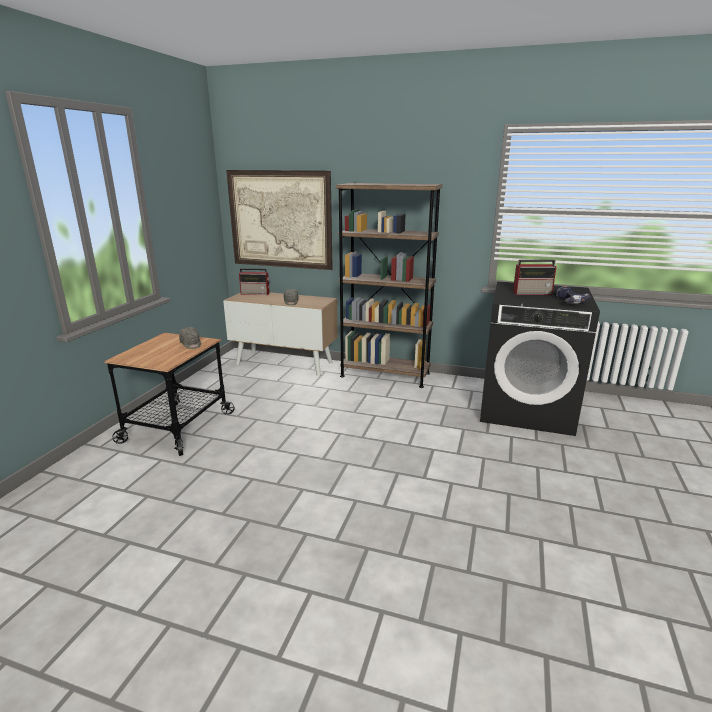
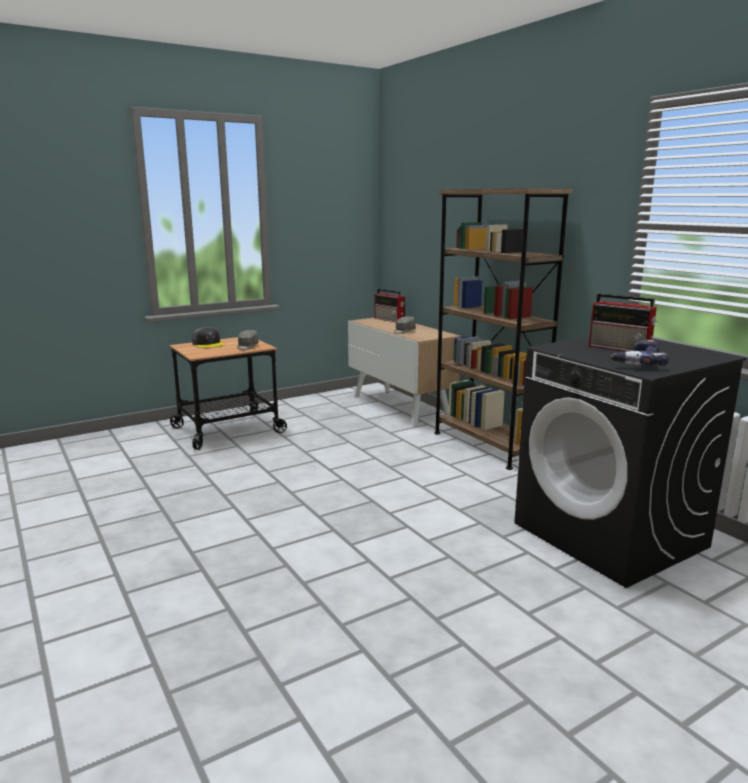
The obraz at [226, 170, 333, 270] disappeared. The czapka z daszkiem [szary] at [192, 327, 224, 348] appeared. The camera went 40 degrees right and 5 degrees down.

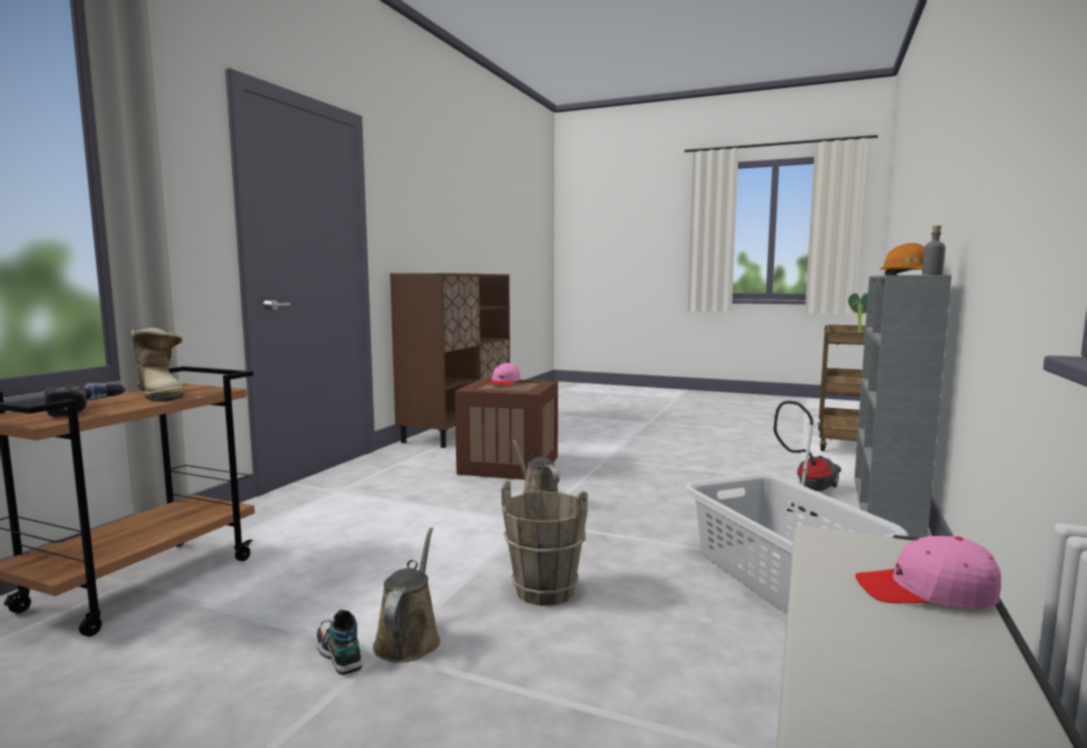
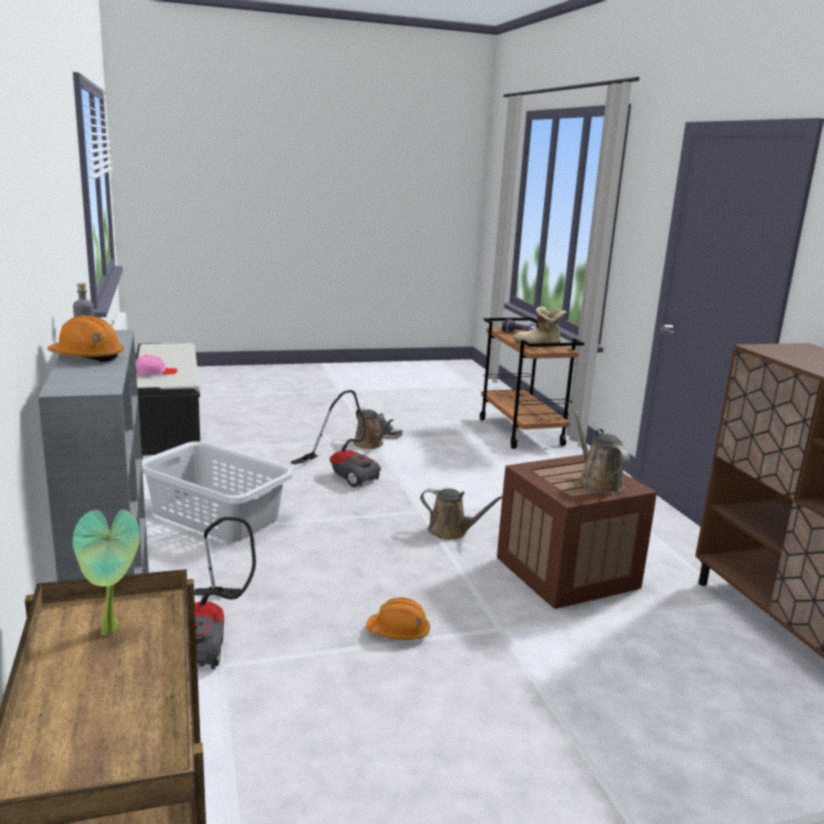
The kask [pomarańczowy] at [366, 597, 430, 640] appeared. The czapka z daszkiem [różowy] at [489, 362, 520, 386] was replaced by the konewka [brązowy] at [573, 410, 630, 494]. The wiadro [brązowy] at [502, 481, 588, 606] was replaced by the odkurzacz at [290, 390, 381, 487]. The camera went 140 degrees right and 10 degrees up.

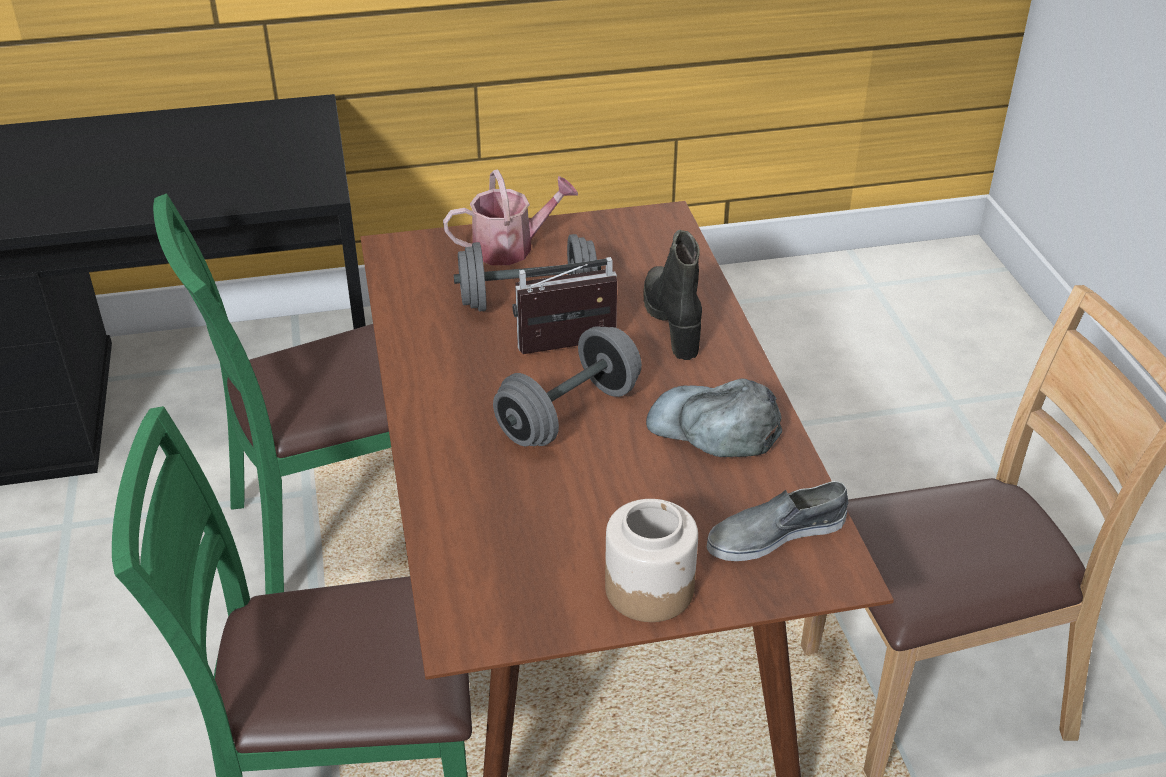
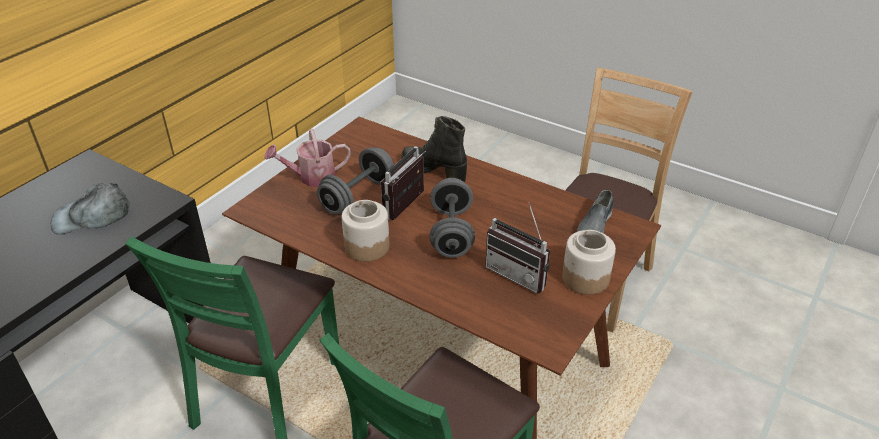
The słoik at [342, 200, 389, 262] appeared. The radio at [485, 202, 550, 293] appeared. The czapka z daszkiem [szary] moved from [646, 378, 782, 457] to [51, 183, 130, 235]. The konewka at [443, 170, 578, 265] turned 135 degrees counterclockwise. The camera went 45 degrees left and 0 degrees up.

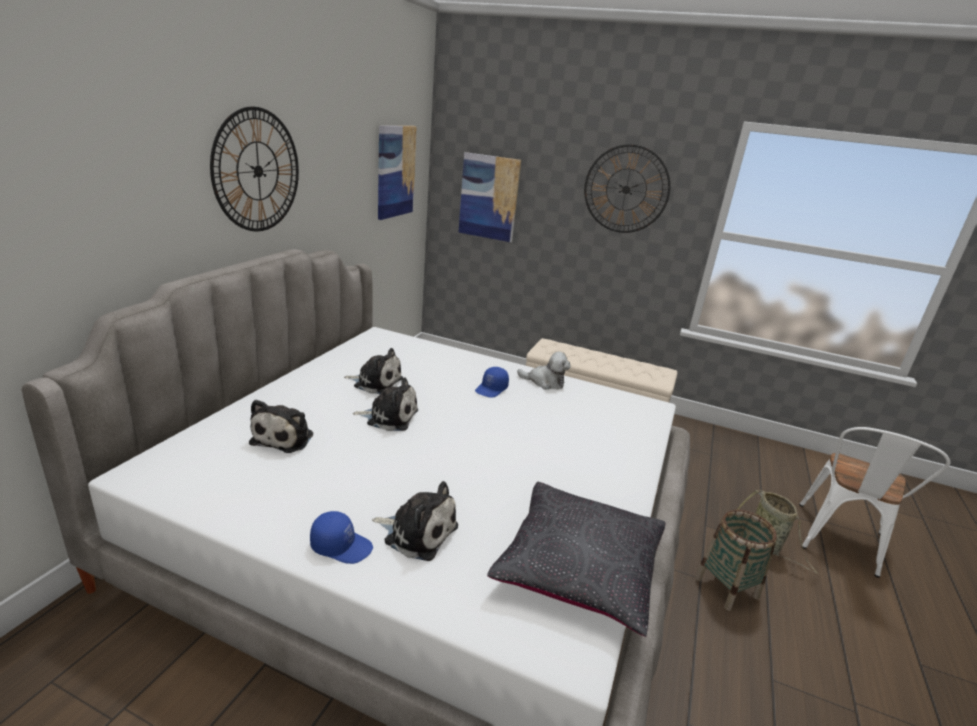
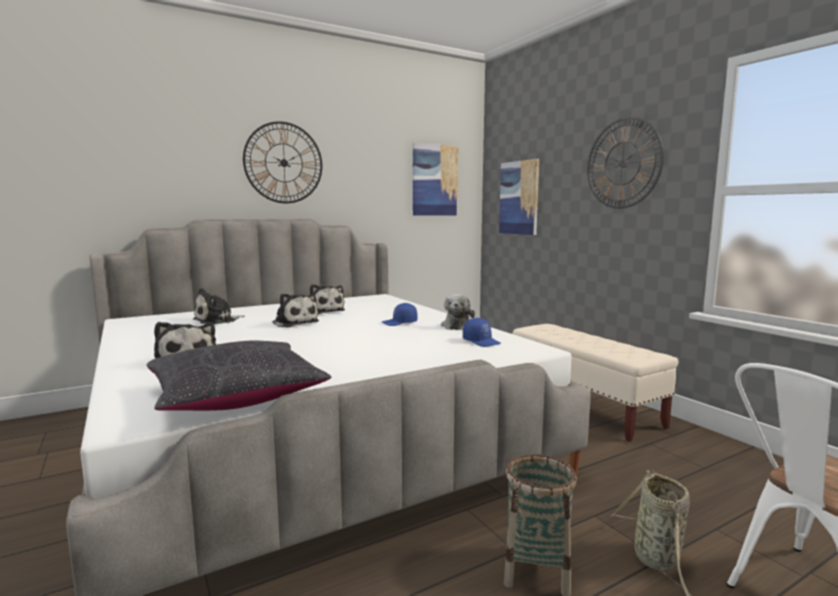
The czapka z daszkiem [niebieski] moved from [310, 511, 373, 564] to [463, 318, 501, 347]. The pluszak at [517, 352, 571, 390] turned 45 degrees clockwise. The camera went 40 degrees right and 15 degrees down.

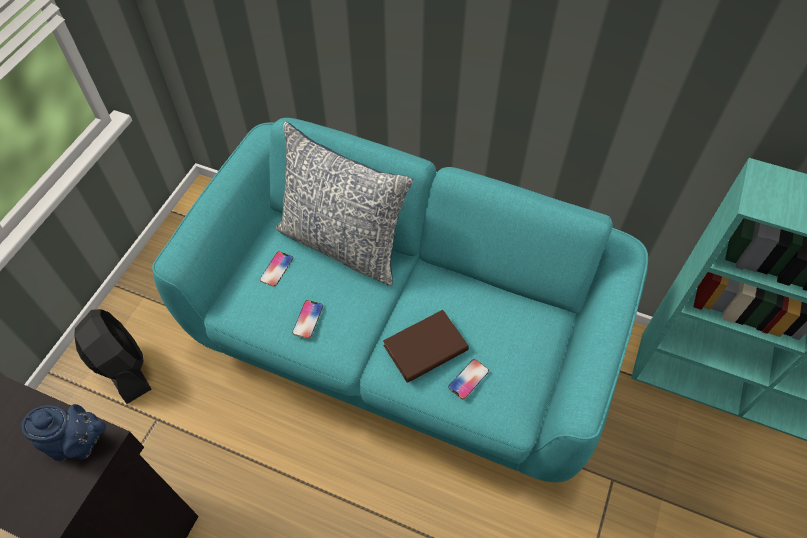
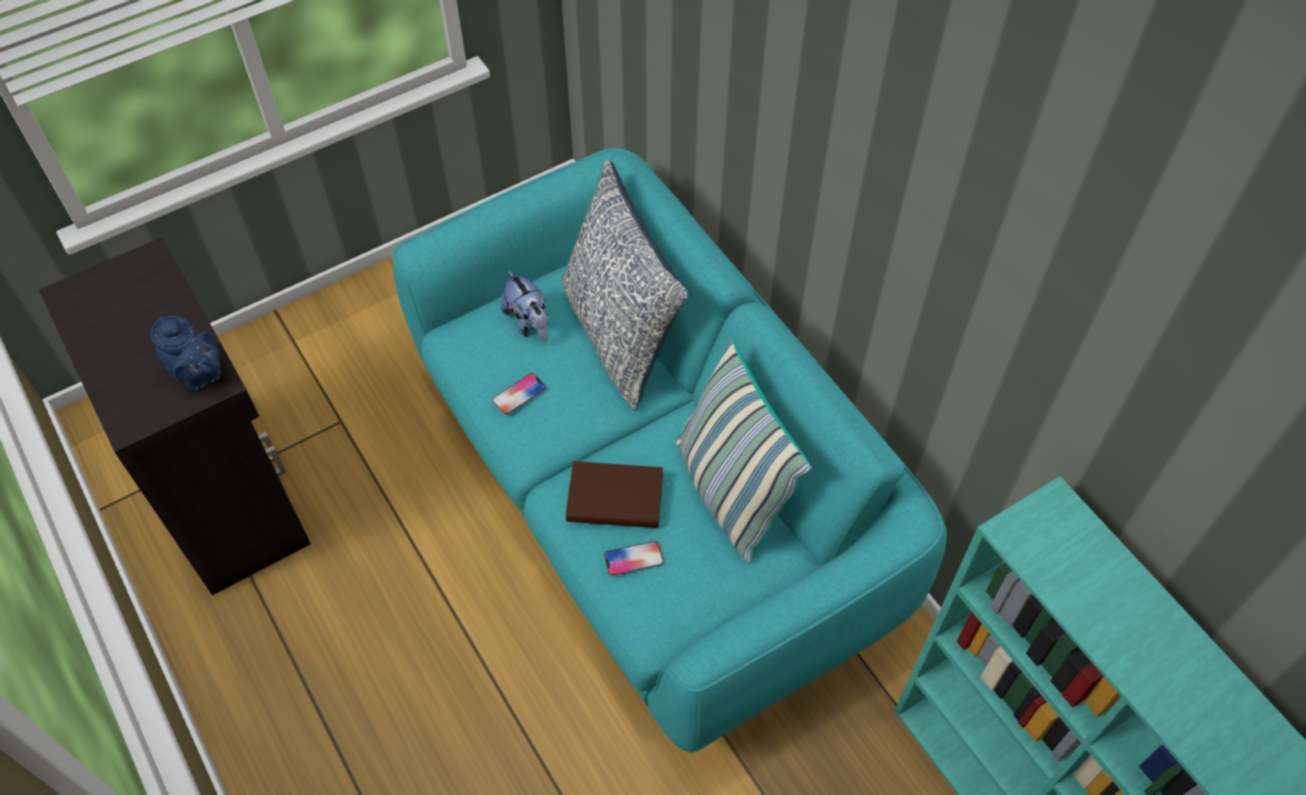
The wentylator [czarny] at [74, 309, 152, 404] disappeared. The poduszka at [676, 338, 812, 563] appeared. The telefon at [260, 252, 293, 287] was replaced by the pluszak at [501, 270, 548, 342]. The camera went 35 degrees right and 0 degrees up.

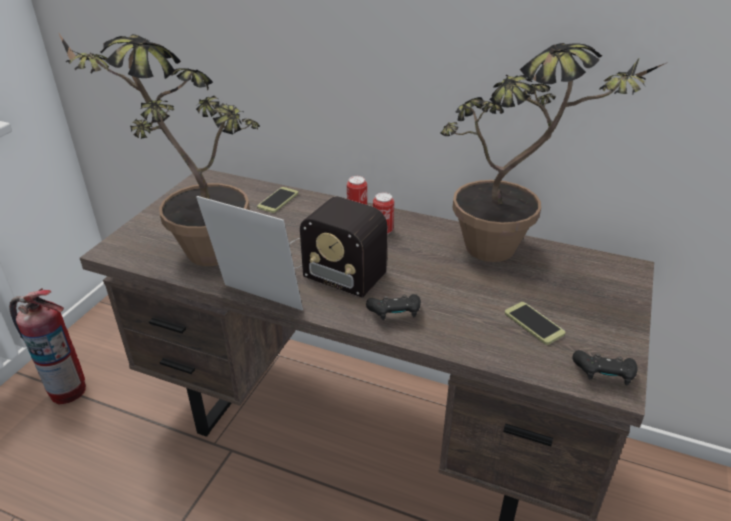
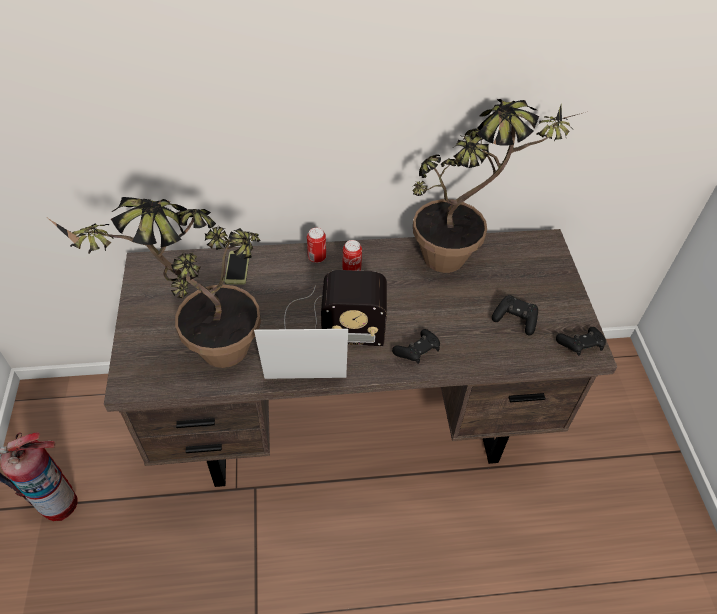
The telefon at [505, 302, 565, 345] was replaced by the pad do gier [czarny] at [492, 295, 538, 336]. The camera went 30 degrees left and 15 degrees up.

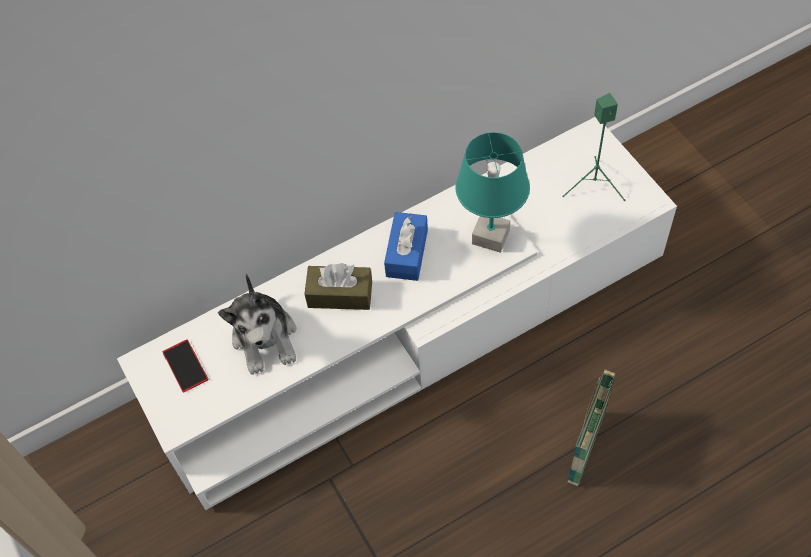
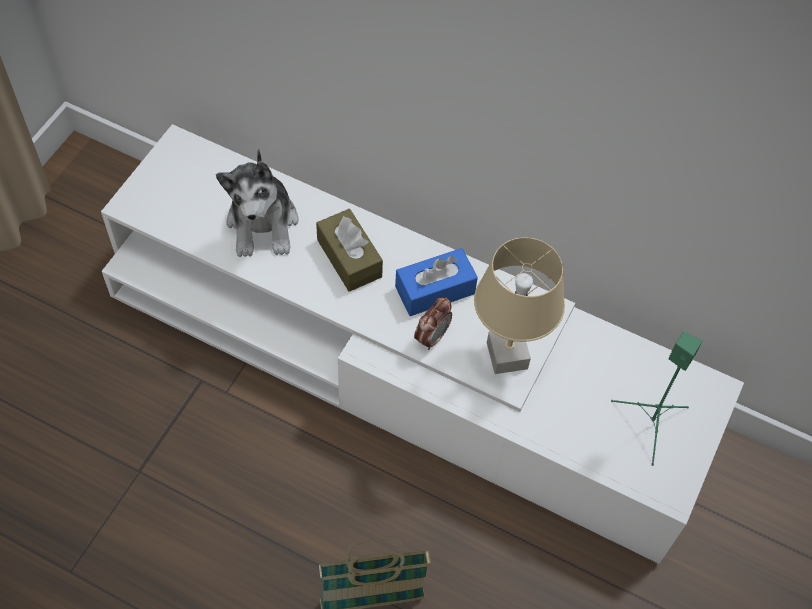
The telefon at [163, 339, 208, 393] disappeared. The budzik at [414, 297, 452, 350] appeared. The lampa stołowa [turkusowy] at [455, 132, 530, 253] became the lampa stołowa [beżowy] at [474, 237, 565, 374]. The pluszak at [218, 274, 296, 375] turned 45 degrees counterclockwise. The camera went 50 degrees right and 0 degrees up.

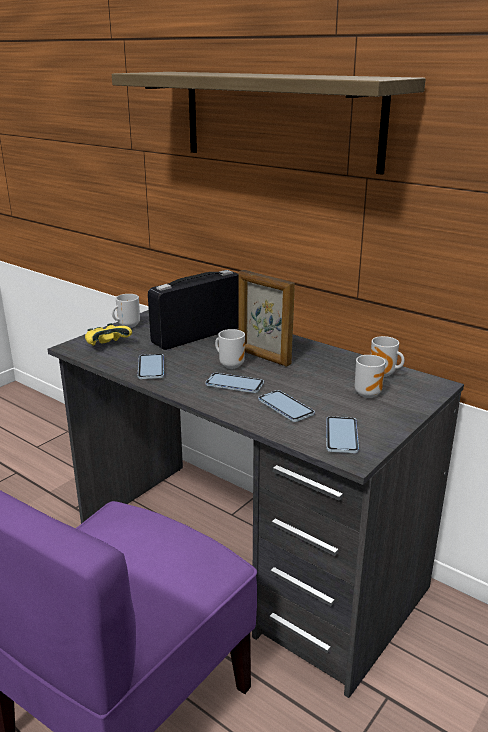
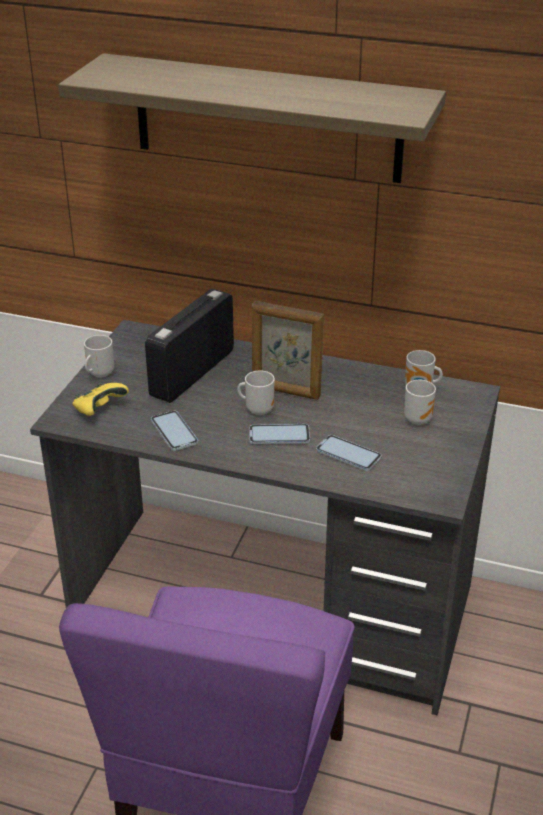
The telefon at [326, 416, 359, 453] disappeared. The camera went 20 degrees left and 10 degrees up.

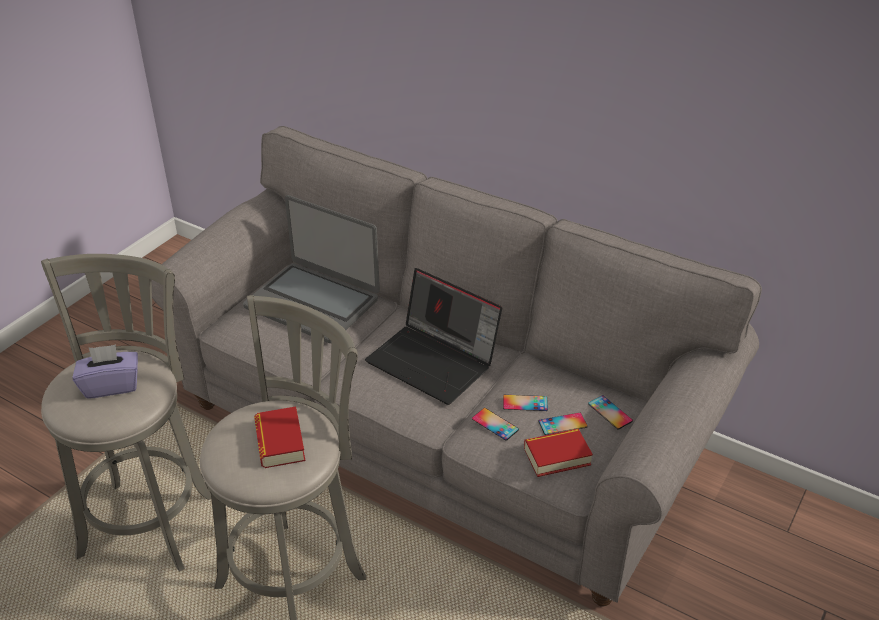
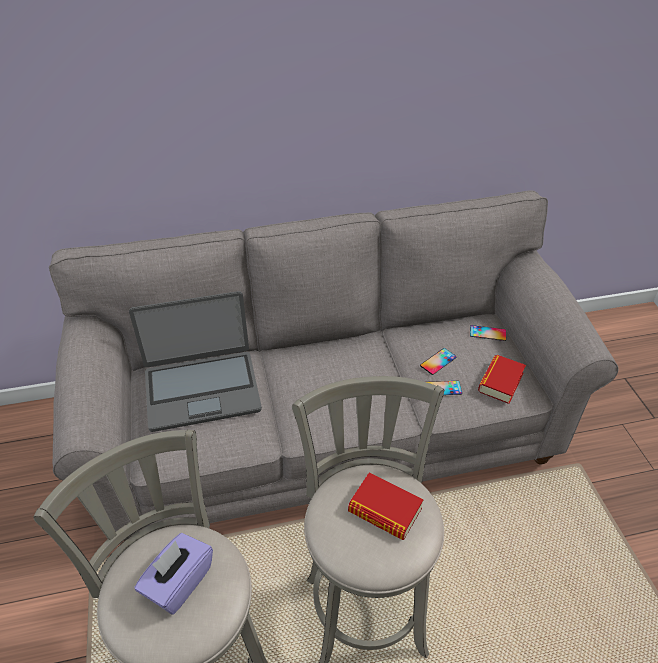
The laptop at [365, 268, 502, 405] disappeared. The telefon at [539, 413, 587, 435] disappeared. The camera went 45 degrees left and 5 degrees up.

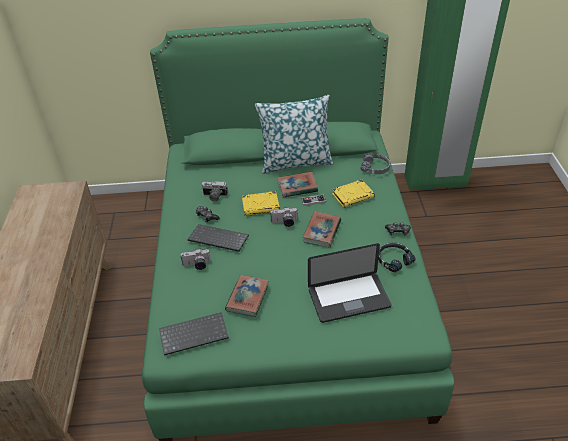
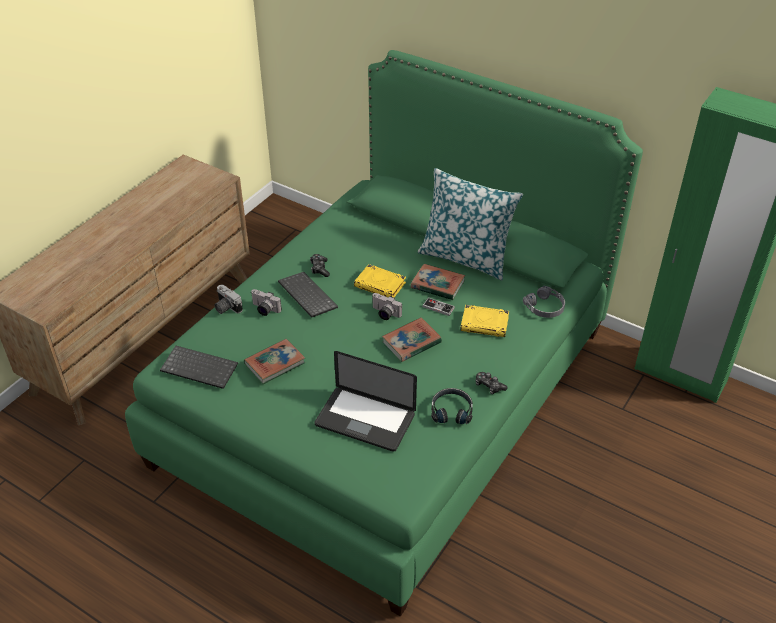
The aparat fotograficzny moved from [201, 181, 228, 202] to [214, 284, 243, 314]. The camera went 35 degrees right and 0 degrees up.

